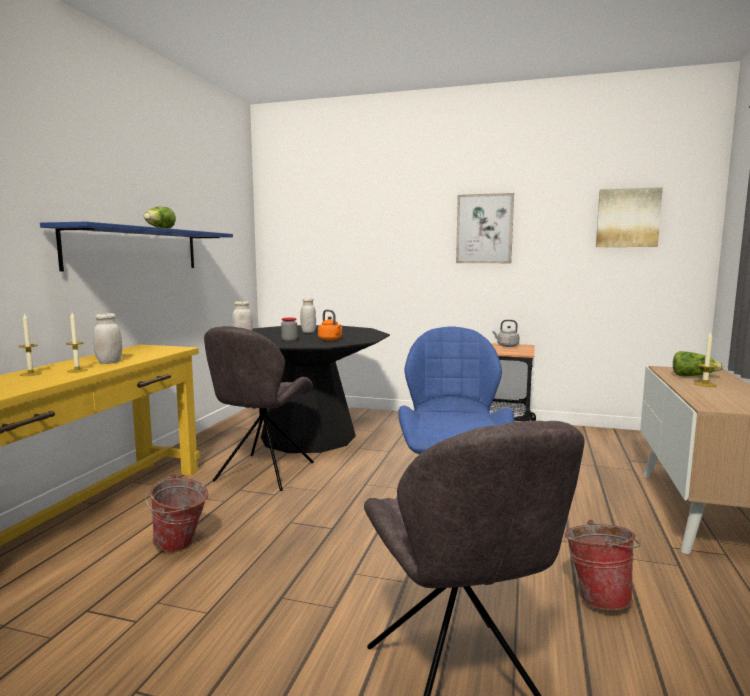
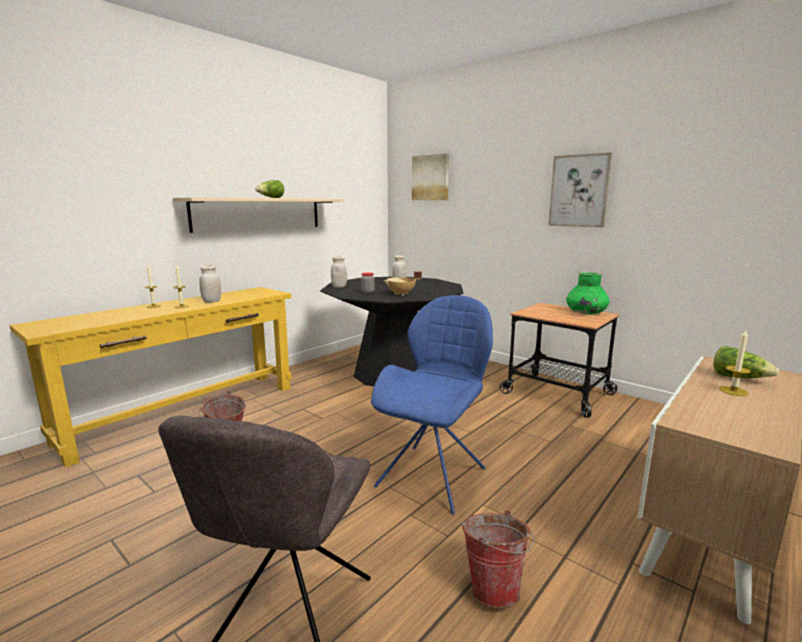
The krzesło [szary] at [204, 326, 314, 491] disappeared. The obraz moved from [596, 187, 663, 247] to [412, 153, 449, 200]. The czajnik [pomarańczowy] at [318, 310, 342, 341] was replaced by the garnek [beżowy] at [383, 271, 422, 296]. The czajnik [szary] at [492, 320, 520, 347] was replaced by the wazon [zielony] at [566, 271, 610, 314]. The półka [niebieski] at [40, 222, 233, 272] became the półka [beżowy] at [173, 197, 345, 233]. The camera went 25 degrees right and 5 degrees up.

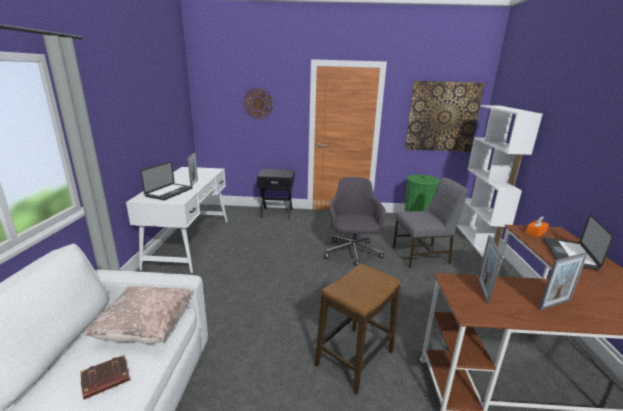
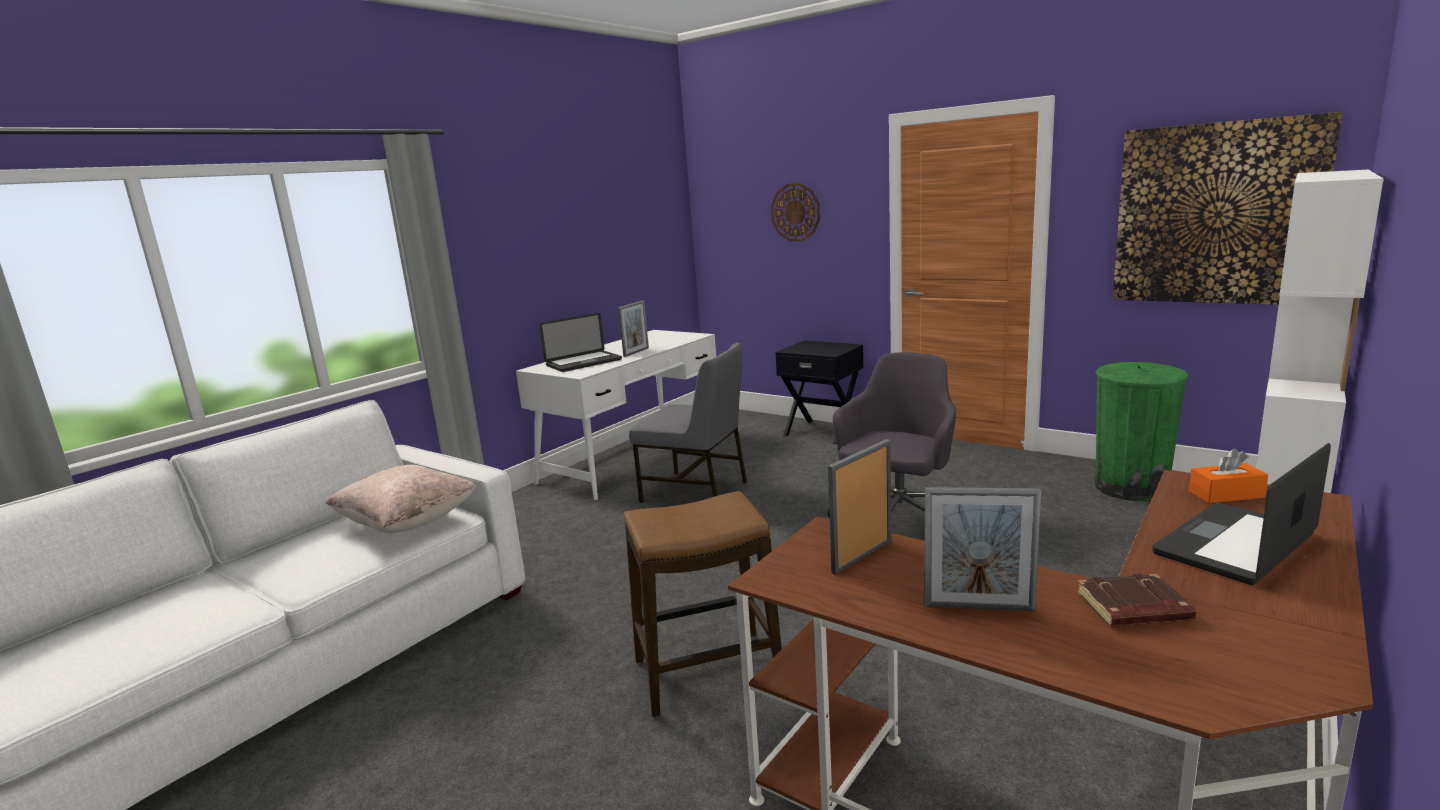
The książka [brązowy] moved from [80, 355, 130, 400] to [1077, 574, 1196, 627]. The krzesło [szary] moved from [393, 178, 468, 268] to [629, 343, 747, 503]. The camera went 35 degrees right and 5 degrees down.

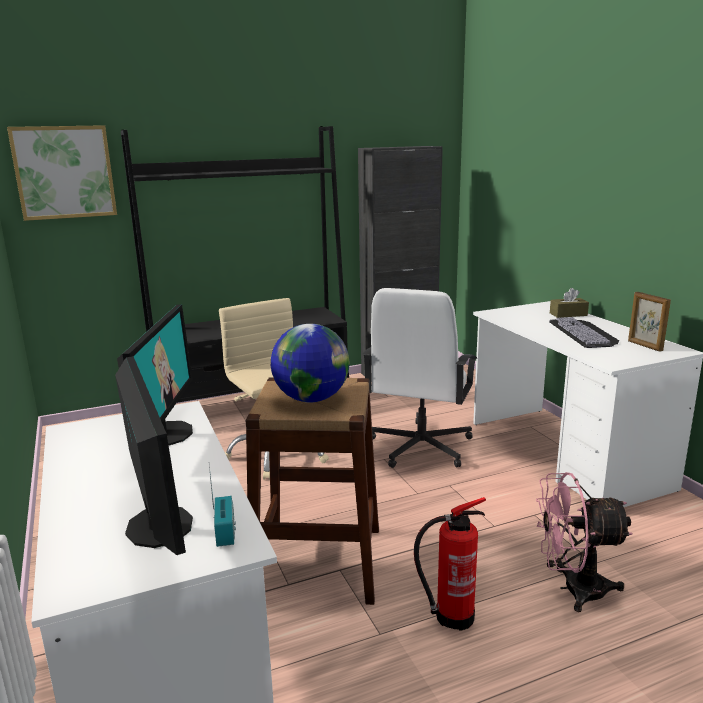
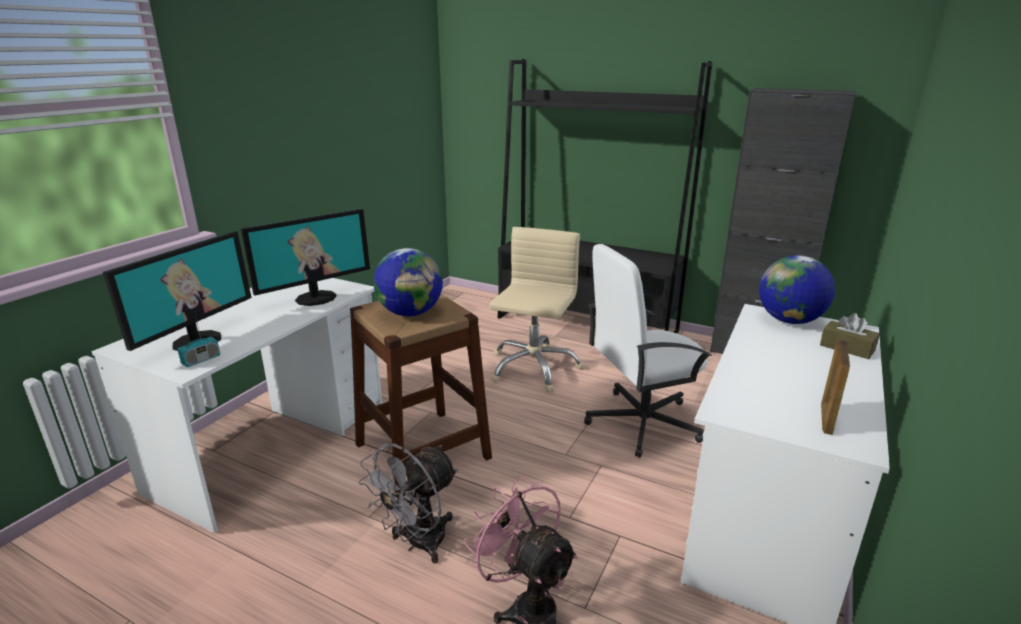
The obraz at [7, 125, 117, 221] disappeared. The klawiatura at [549, 317, 619, 348] disappeared. The globus at [759, 255, 835, 324] appeared. The gaśnica at [414, 497, 486, 631] was replaced by the wentylator [szary] at [359, 444, 458, 563]. The camera went 50 degrees right and 5 degrees up.

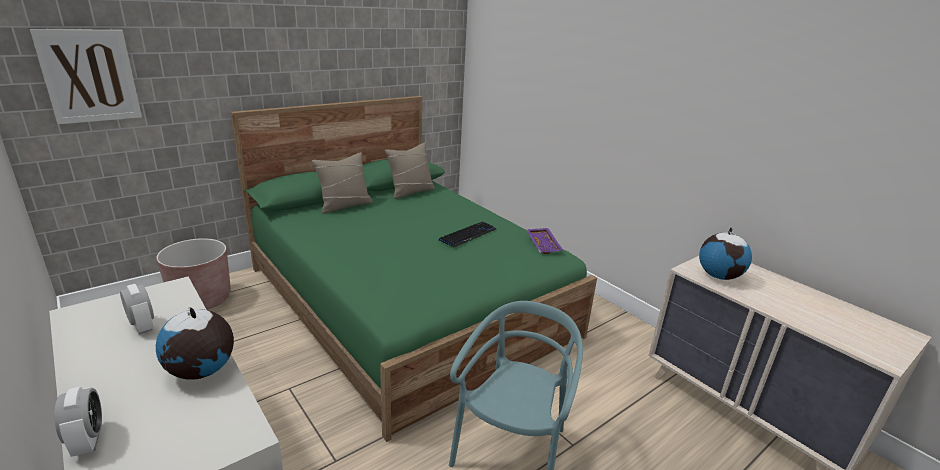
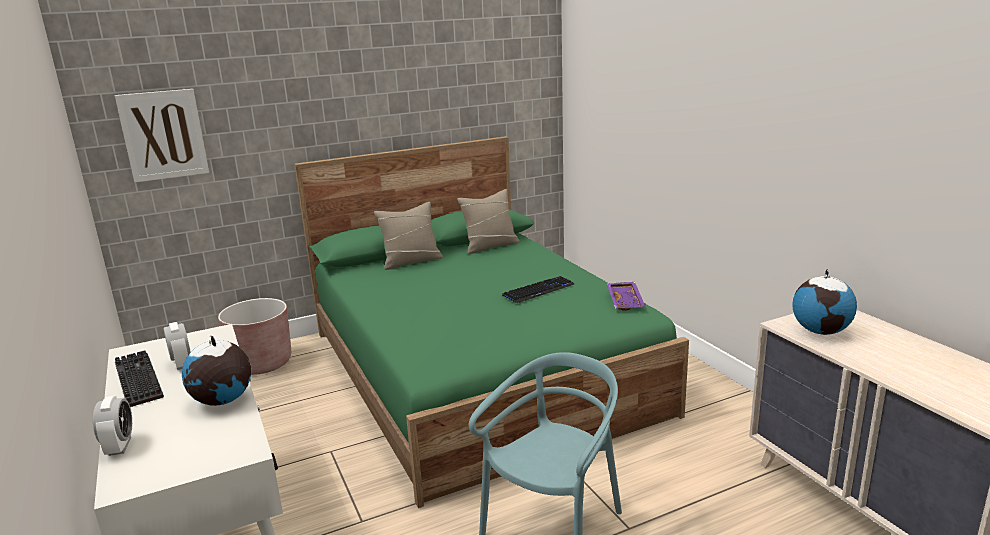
The klawiatura at [115, 350, 164, 407] appeared. The camera went 15 degrees right and 5 degrees down.

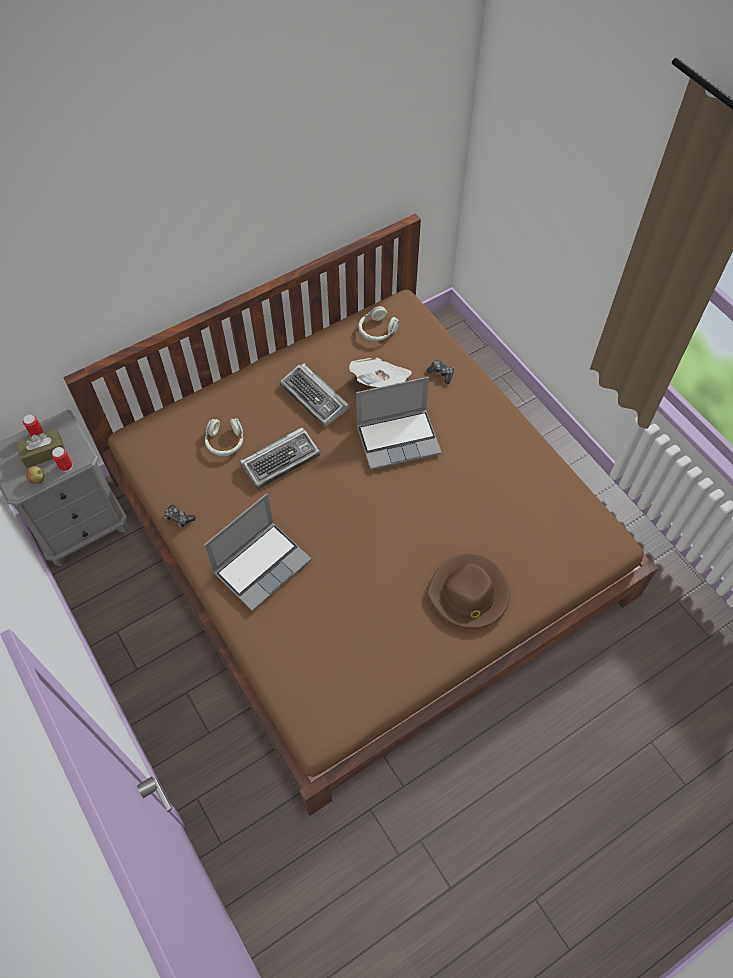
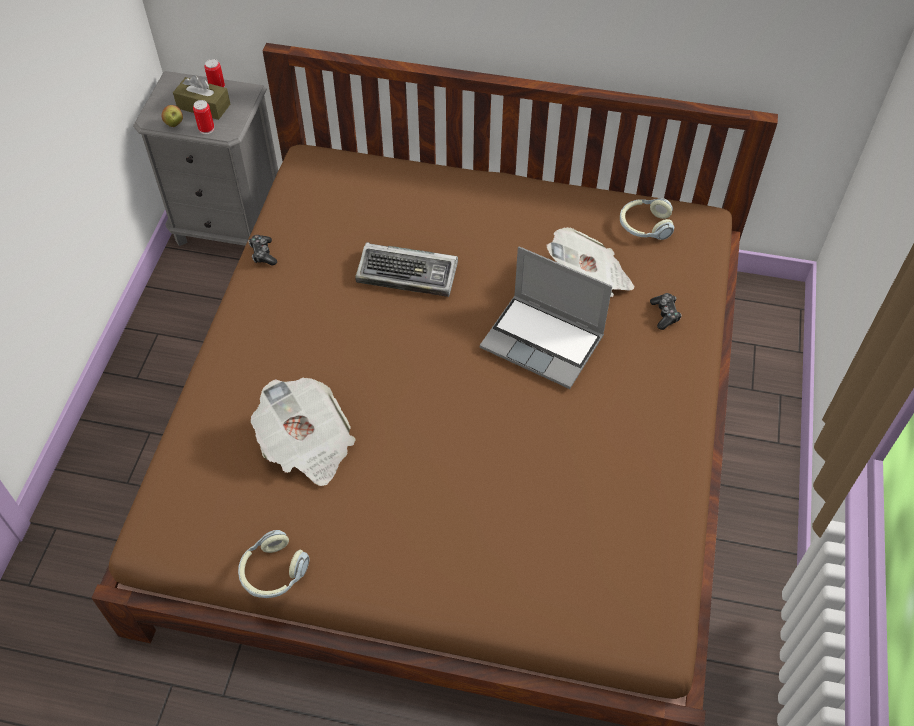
The laptop at [204, 494, 312, 611] disappeared. The klawiatura at [280, 363, 350, 427] disappeared. The kapelusz [brązowy] at [427, 554, 510, 629] disappeared. The gazeta at [251, 378, 356, 486] appeared. The słuchawki moved from [205, 418, 243, 456] to [238, 530, 309, 598]. The camera went 45 degrees right and 5 degrees down.

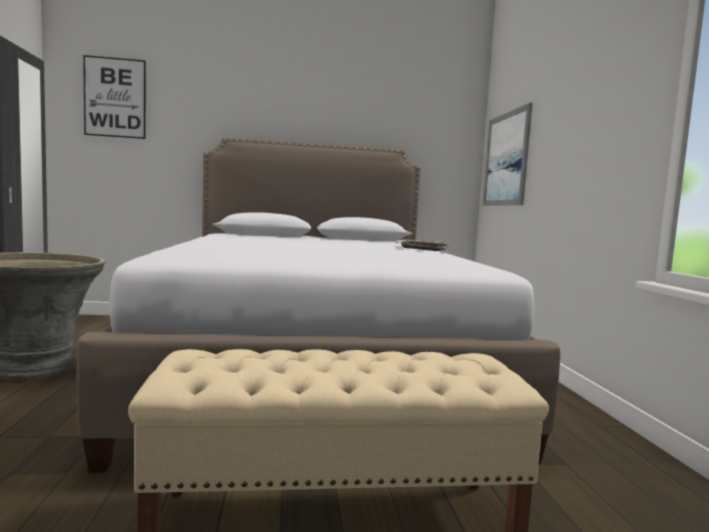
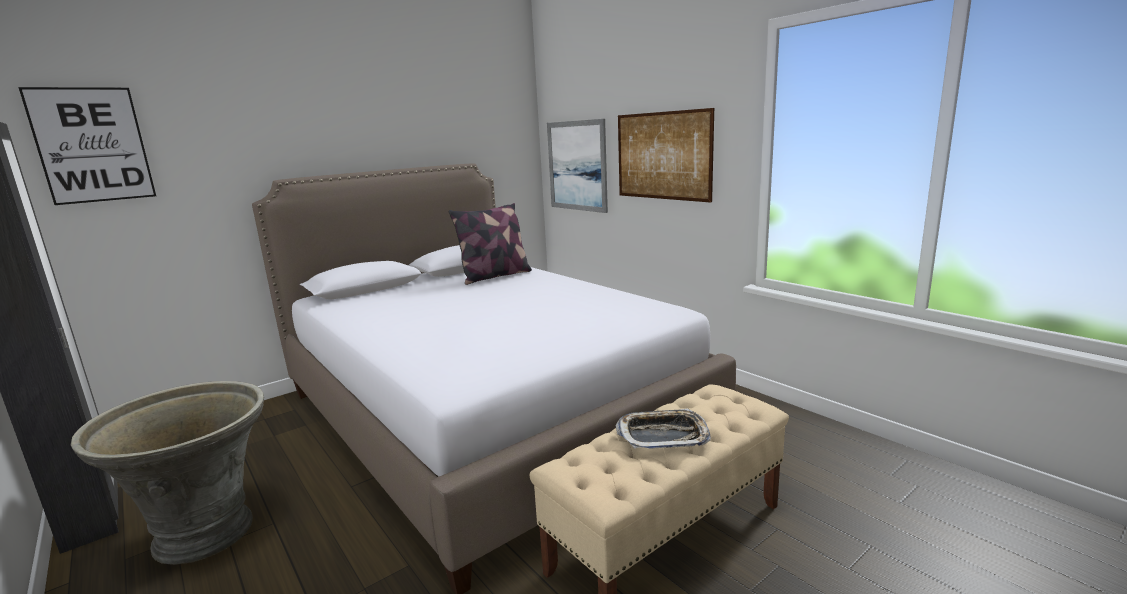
The poduszka at [449, 203, 532, 285] appeared. The obraz at [618, 108, 714, 203] appeared. The taca moved from [396, 239, 454, 251] to [616, 408, 711, 449]. The camera went 30 degrees left and 10 degrees up.

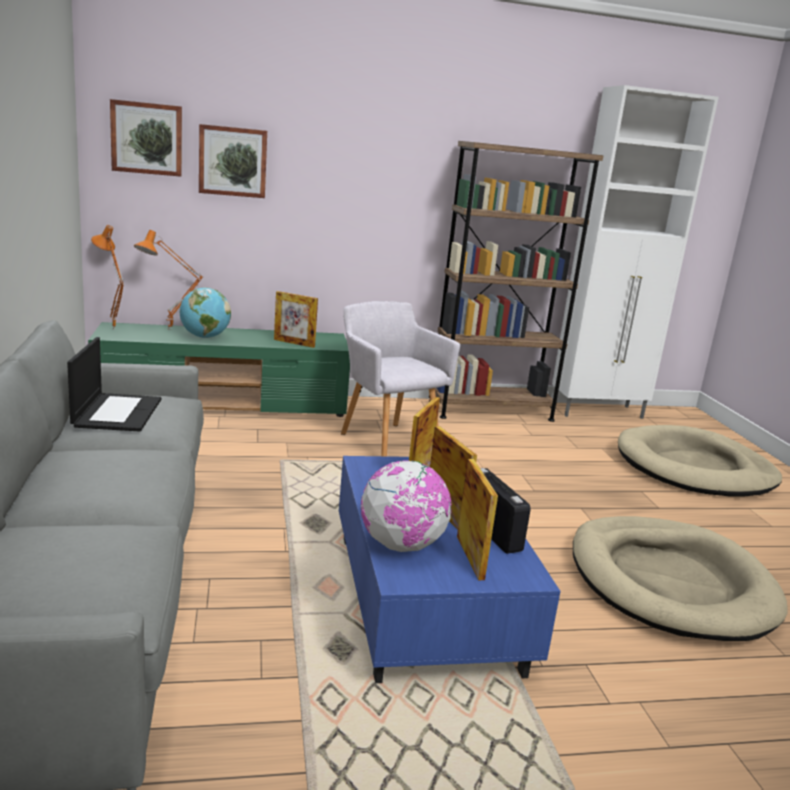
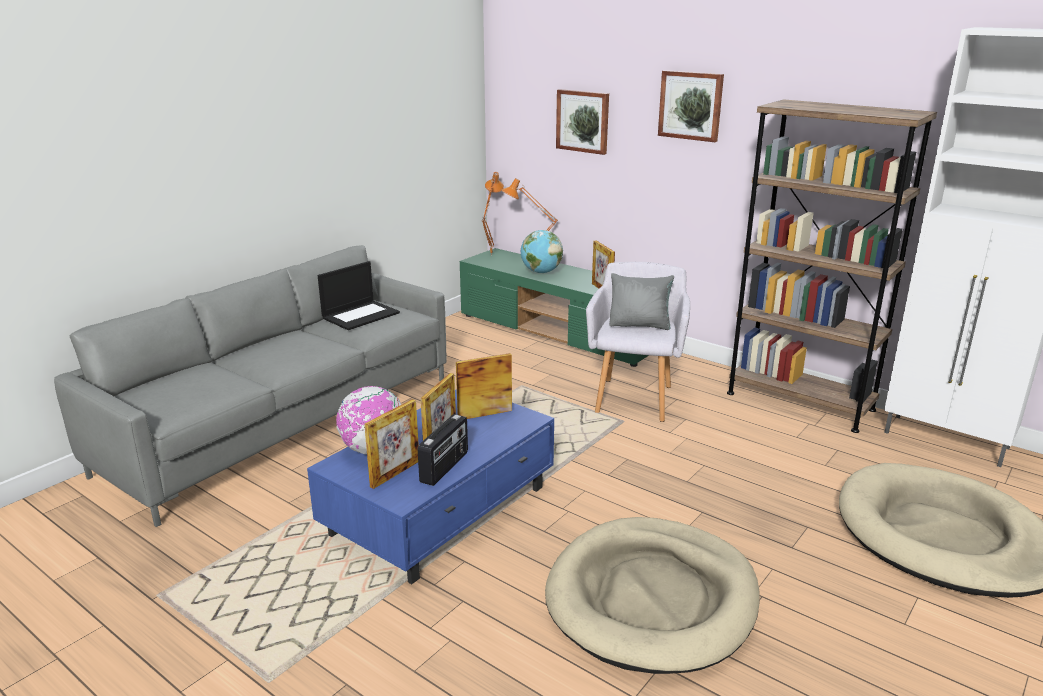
The poduszka [szary] at [609, 273, 674, 330] appeared. The obraz moved from [110, 99, 182, 177] to [658, 70, 724, 142]. The camera went 50 degrees right and 5 degrees up.

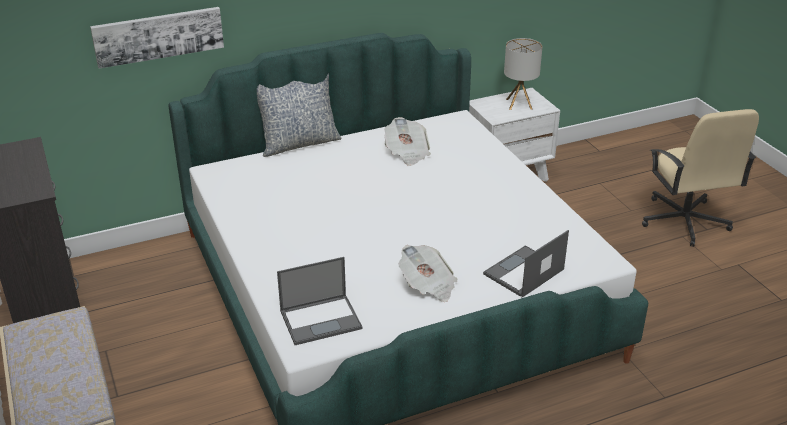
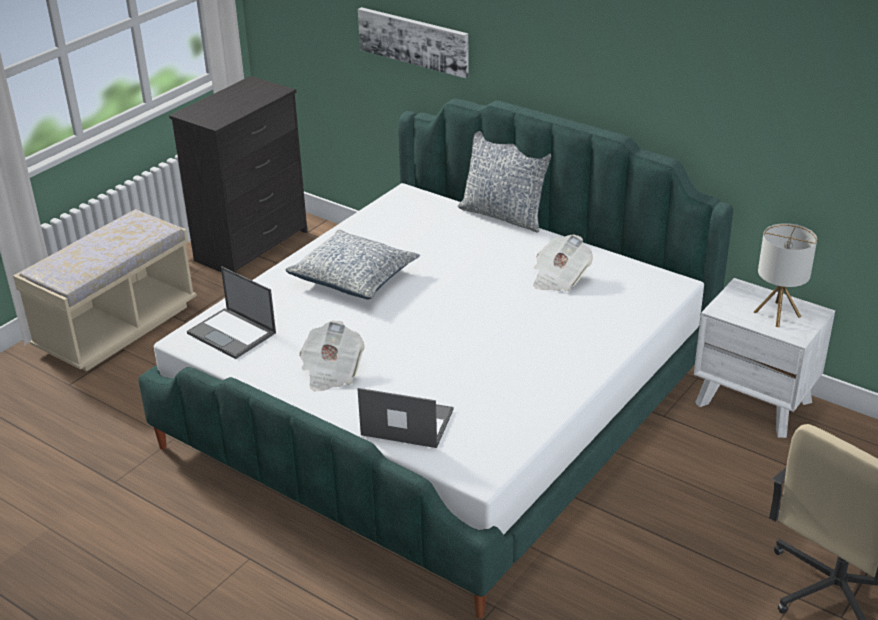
The poduszka at [285, 230, 420, 300] appeared. The camera went 60 degrees right and 0 degrees up.

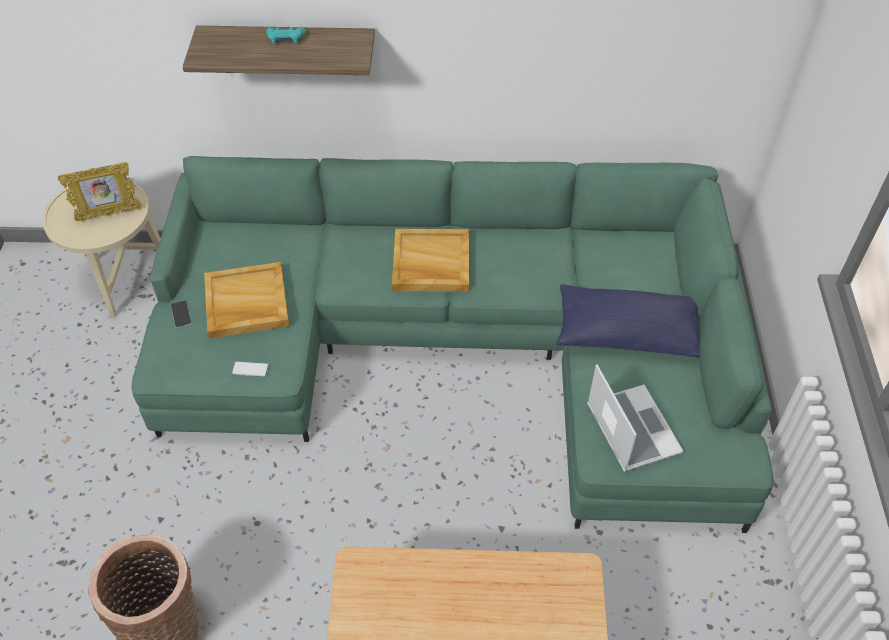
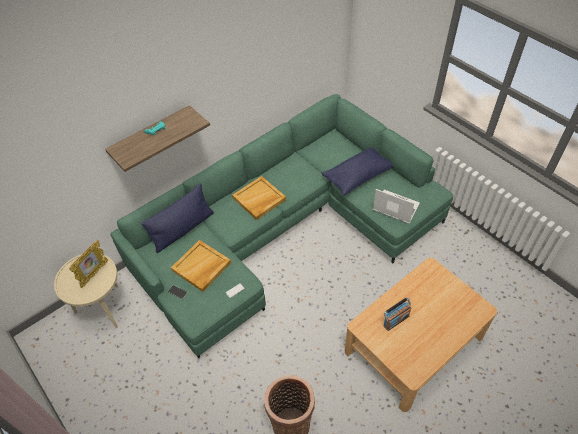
The poduszka [niebieski] at [141, 183, 214, 253] appeared. The radio at [383, 297, 411, 331] appeared. The camera went 40 degrees left and 0 degrees up.

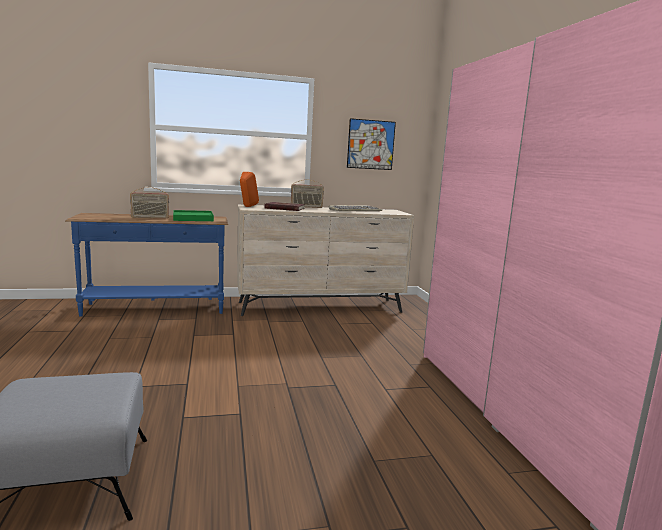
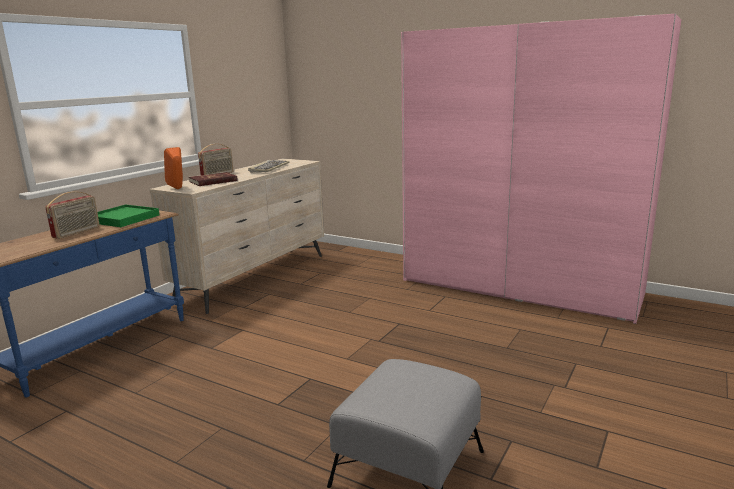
The obraz at [347, 118, 396, 170] disappeared. The camera went 45 degrees left and 5 degrees up.

